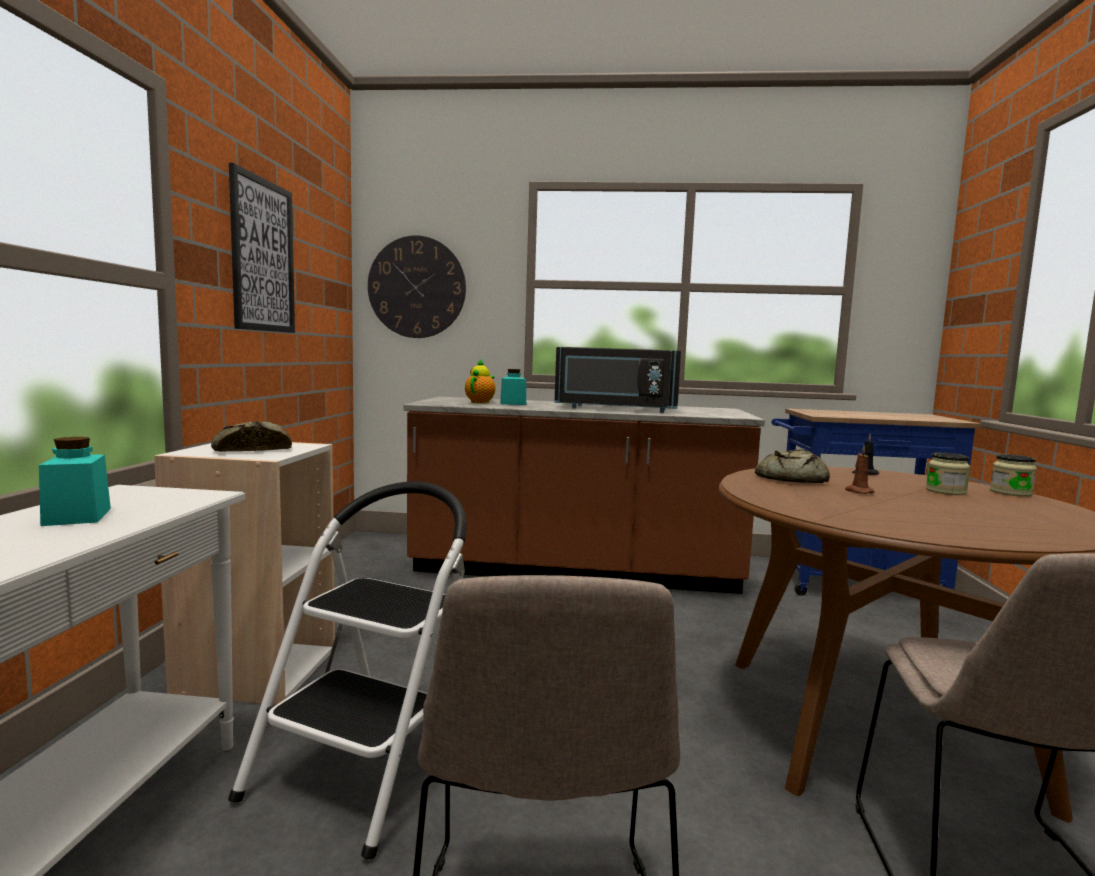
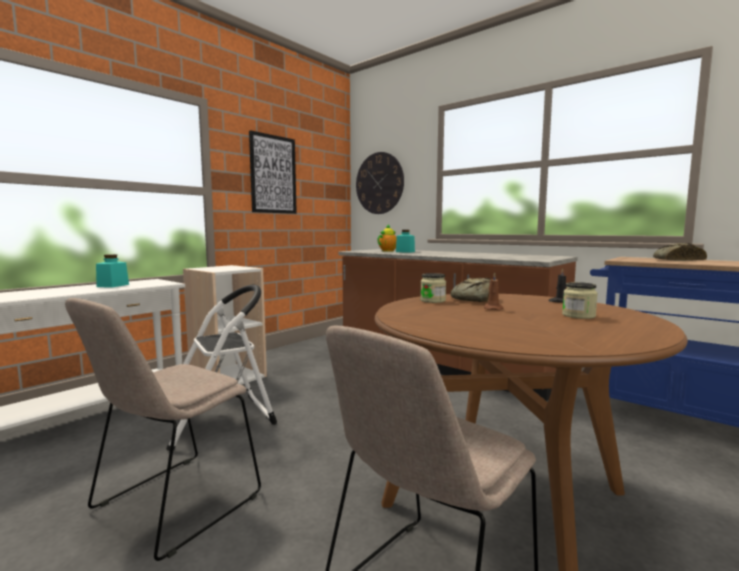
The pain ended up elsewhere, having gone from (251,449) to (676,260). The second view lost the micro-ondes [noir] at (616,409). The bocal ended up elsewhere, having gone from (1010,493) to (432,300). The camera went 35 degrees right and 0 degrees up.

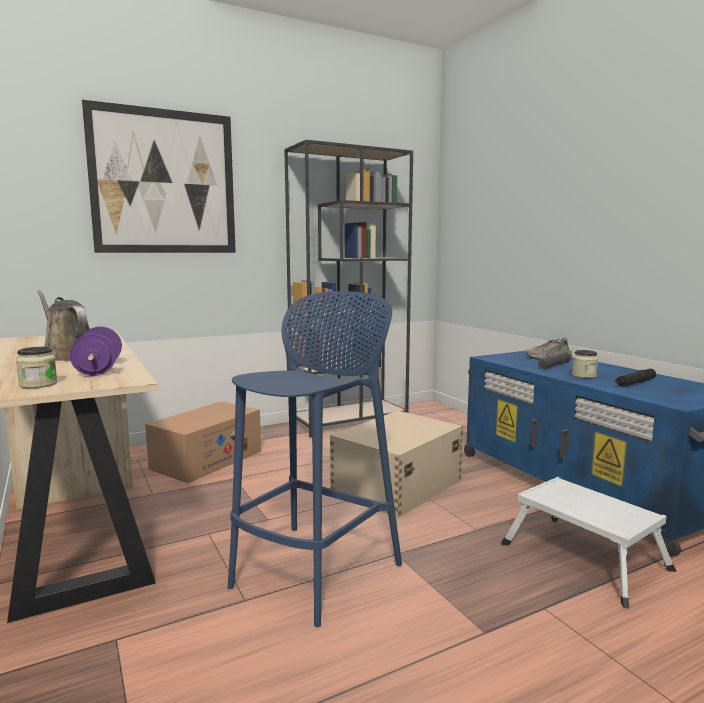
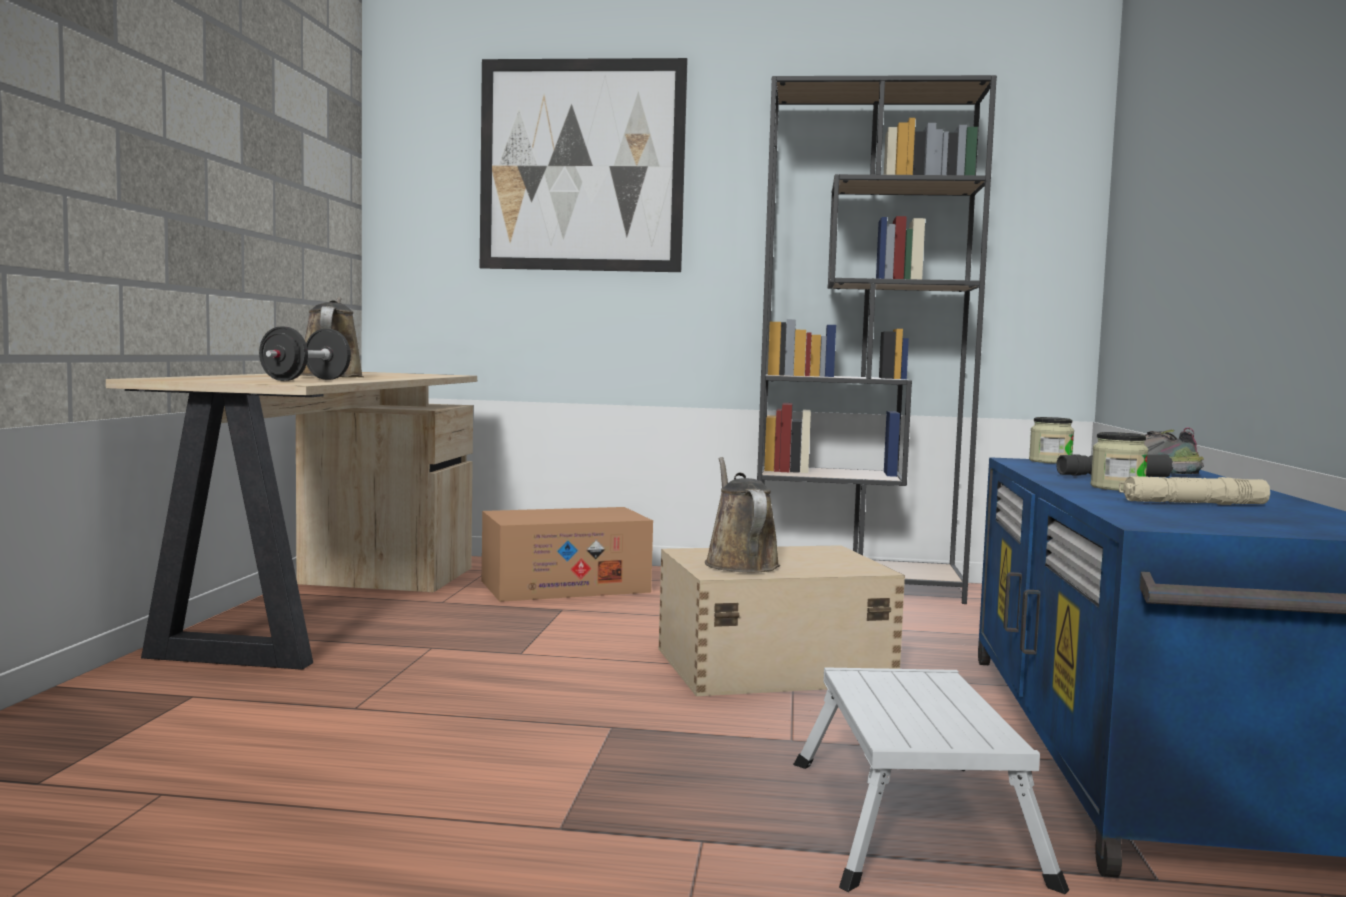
The bocal ended up elsewhere, having gone from (38,384) to (1050,461). What was the haltère [violet] at (98,369) turned into the haltère [noir] at (306,380). The second view lost the tabouret [bleu] at (314,571). What was the lampe de poche [noir] at (635,383) turned into the lampe de poche [beige] at (1192,503). The second view gained the arrosoir [marron] at (739,563). The camera went 35 degrees right and 5 degrees down.

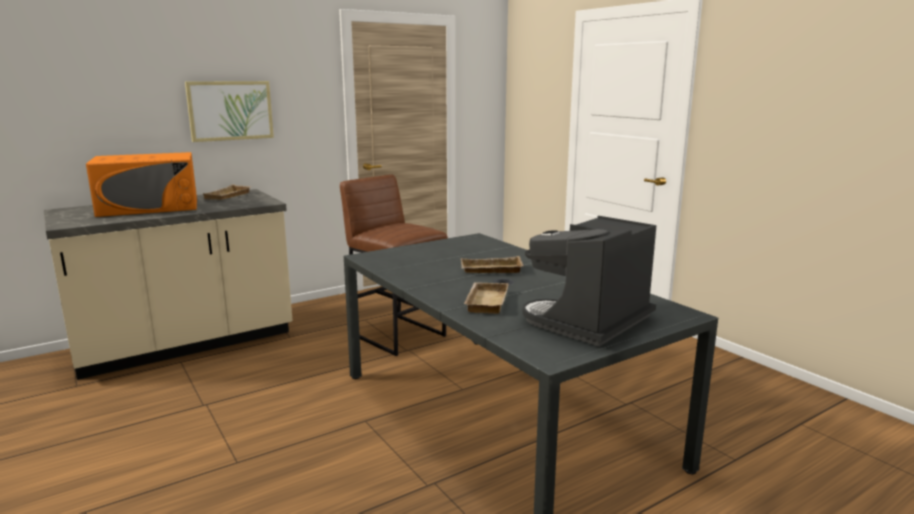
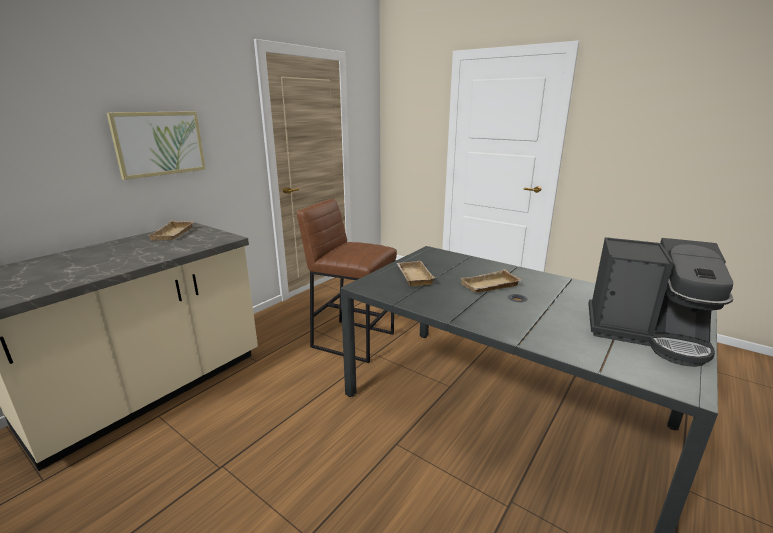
The second view lost the micro-ondes [orange] at (149,207). The plateau [beige] ended up elsewhere, having gone from (485,301) to (413,276). The machine à café at (589,322) ended up facing another way, 90 degrees counterclockwise from before. The camera went 20 degrees left and 5 degrees up.

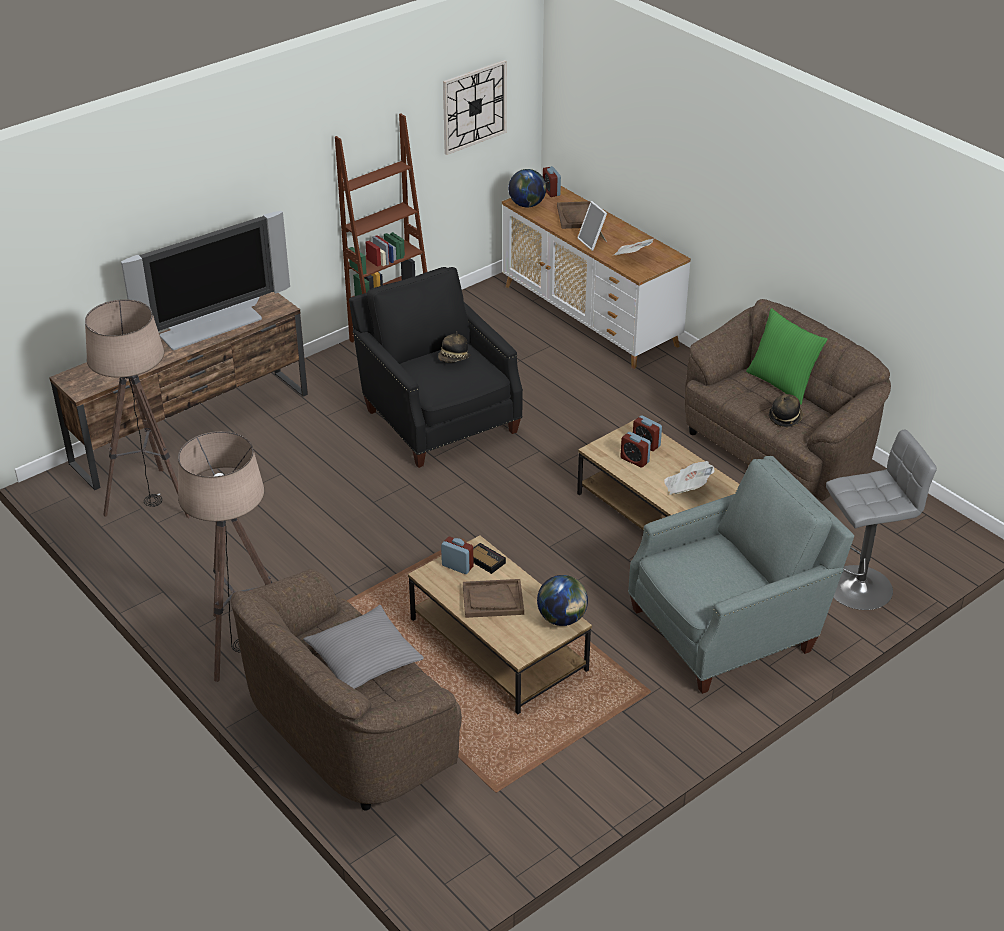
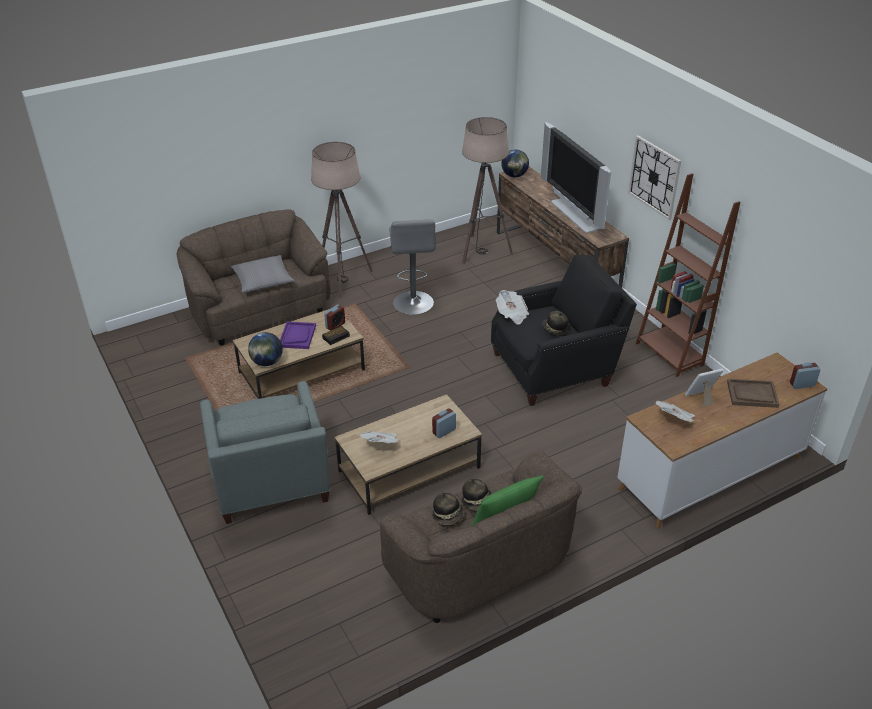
The horloge murale ended up elsewhere, having gone from (474,107) to (654,177). What was the plateau [marron] at (492,600) turned into the plateau [violet] at (297,336). The globe ended up elsewhere, having gone from (527,204) to (514,175). The second view lost the réveil at (634,460). The tabouret [gris] ended up elsewhere, having gone from (860,588) to (413,303). The second view gained the chapeau at (477,501). The second view gained the journal at (512,314). The camera went 100 degrees right and 0 degrees up.

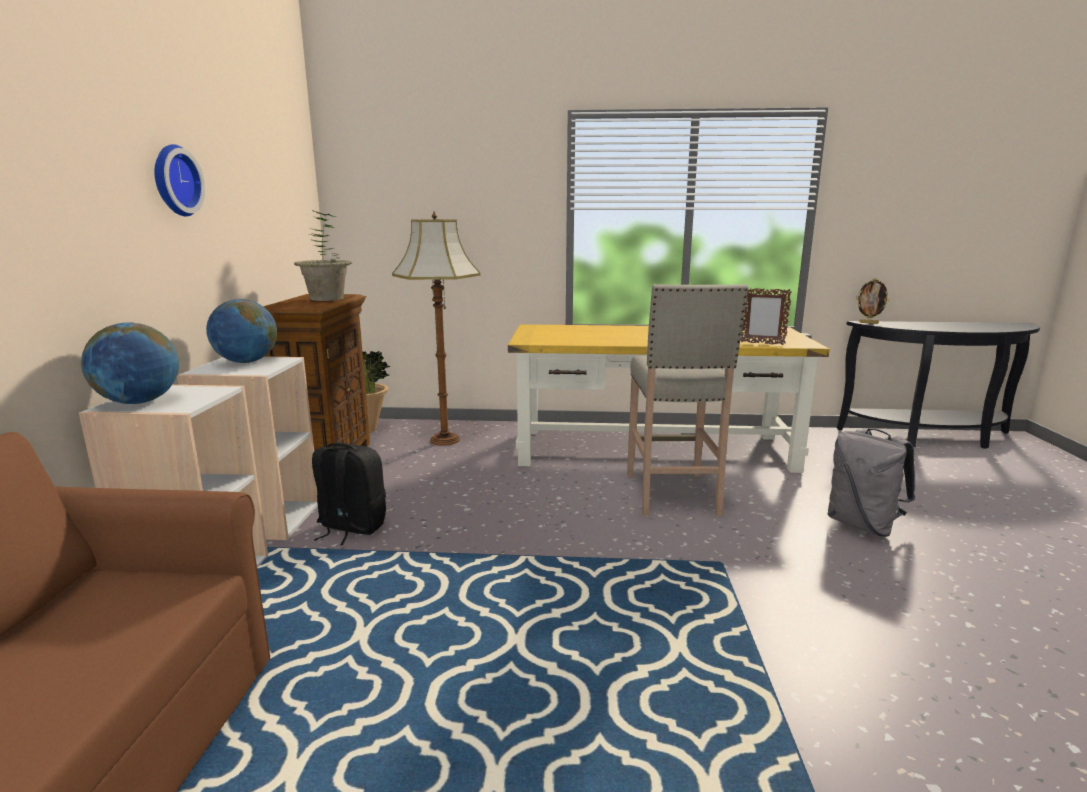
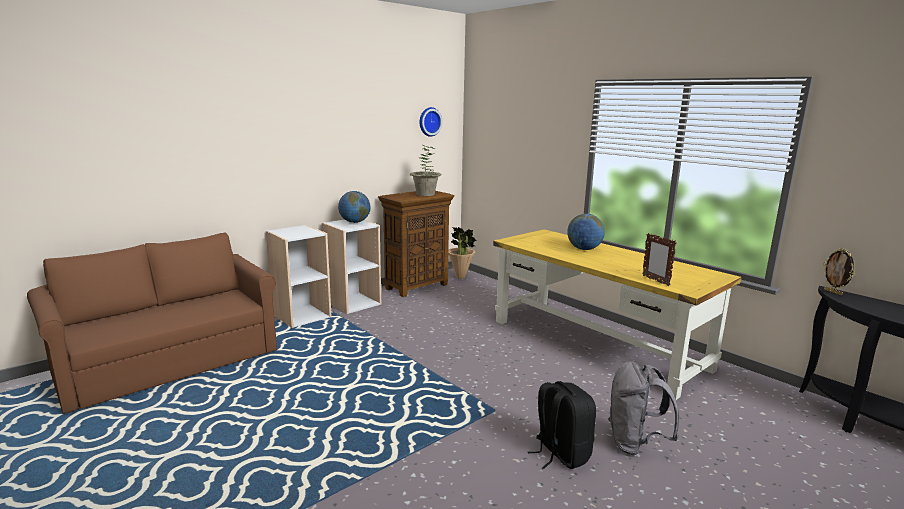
The globe ended up elsewhere, having gone from (139,402) to (584,249). The horloge murale ended up elsewhere, having gone from (173,181) to (429,121). The sac à dos [noir] ended up elsewhere, having gone from (350,528) to (560,453). The second view lost the lampadaire at (443,440). The second view lost the tabouret [beige] at (672,495). The camera went 45 degrees right and 0 degrees up.

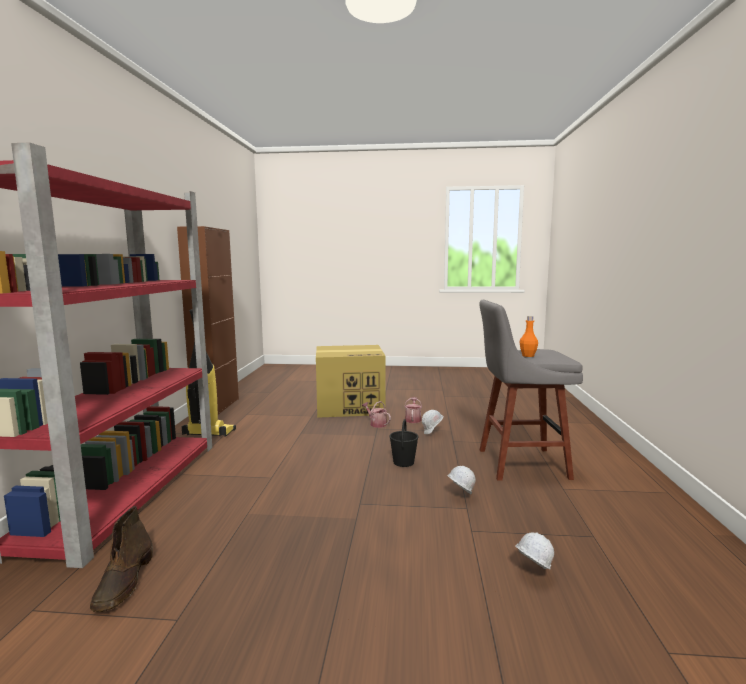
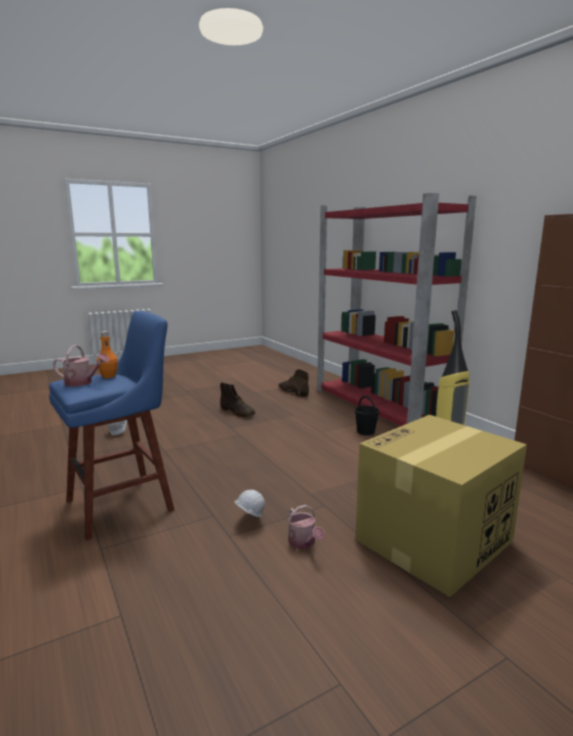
The arrosoir ended up elsewhere, having gone from (376,424) to (82,382). The seau [noir] ended up elsewhere, having gone from (403,462) to (366,432). The second view lost the casque de chantier [blanc] at (459,496). What was the tabouret [gris] at (520,464) turned into the tabouret [bleu] at (123,504). The second view gained the botte [marron] at (237,412). The camera went 145 degrees right and 5 degrees up.

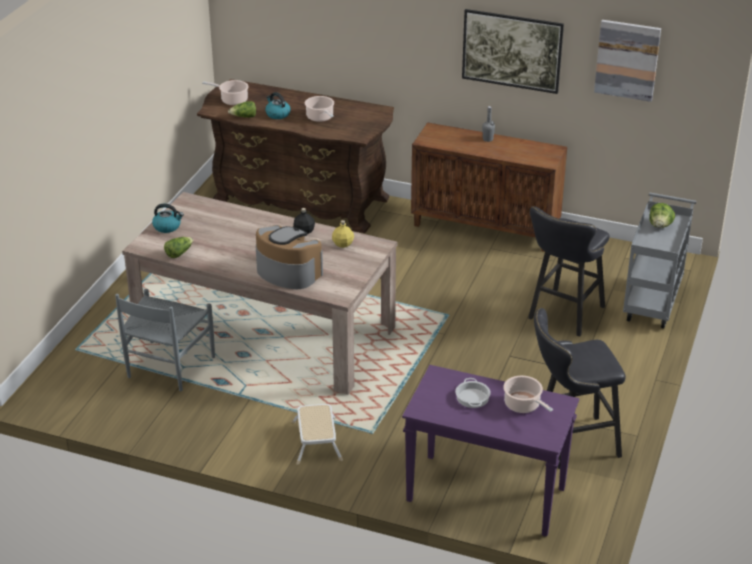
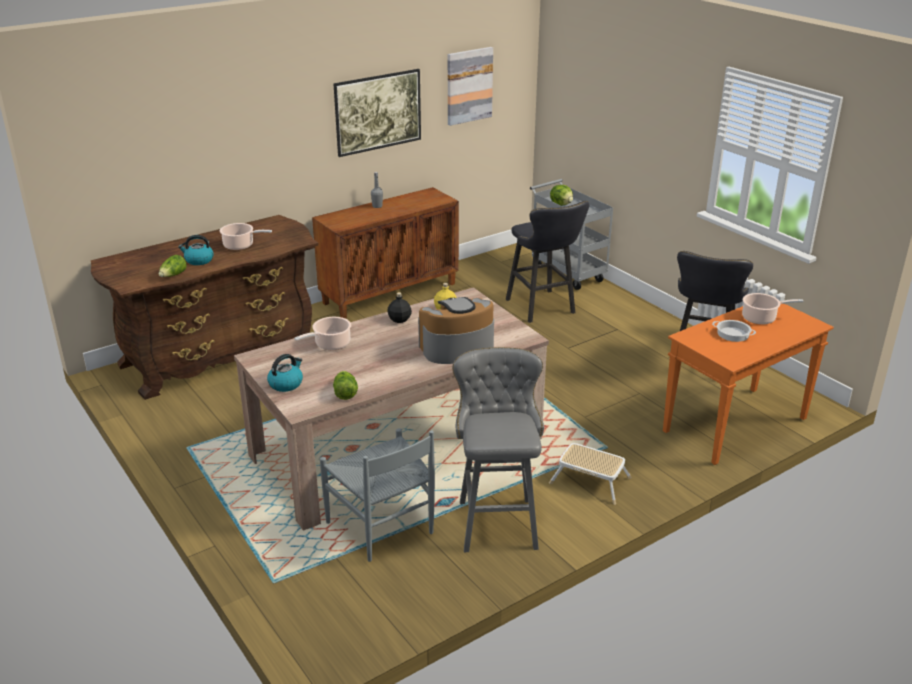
The marmite ended up elsewhere, having gone from (232,100) to (330,344). What was the table console [violet] at (484,495) turned into the table console [orange] at (734,426). The second view gained the tabouret [gris] at (497,516). The camera went 55 degrees left and 5 degrees down.

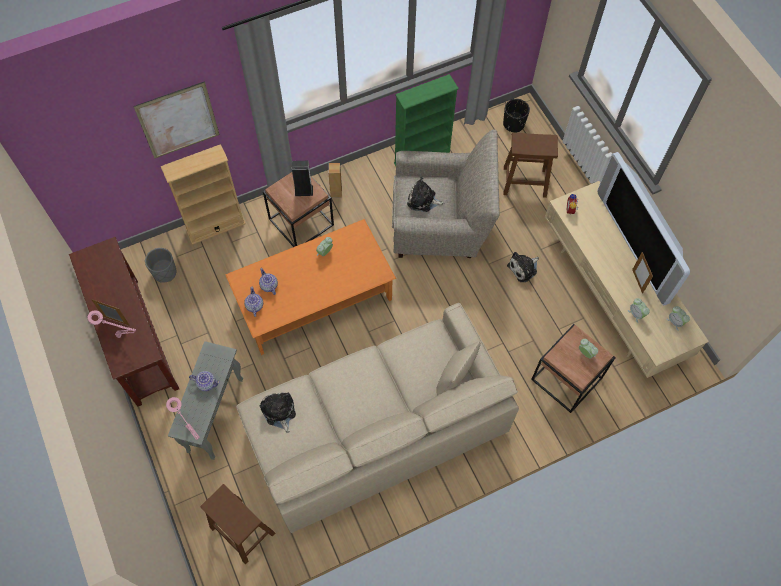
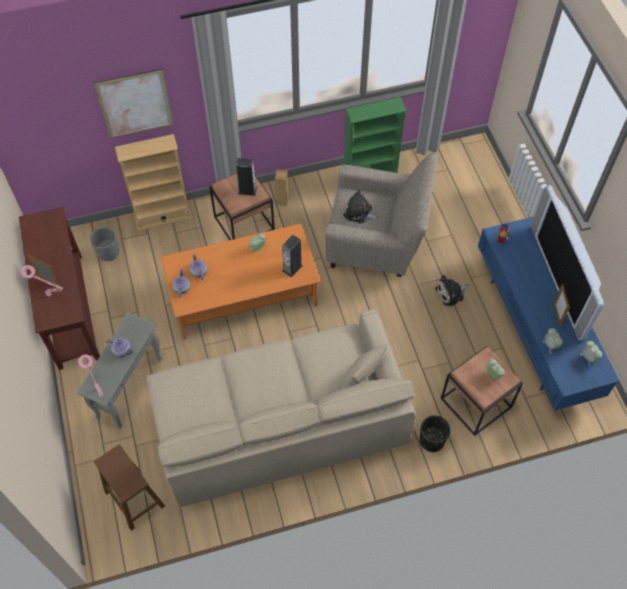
The second view lost the peluche at (279,412). The cache-pot [noir] ended up elsewhere, having gone from (513,124) to (432,440). The second view lost the tabouret [marron] at (525,182). What was the meuble télé [beige] at (613,294) turned into the meuble télé [bleu] at (536,329). The second view gained the enceinte at (292,268). The camera went 10 degrees right and 5 degrees down.

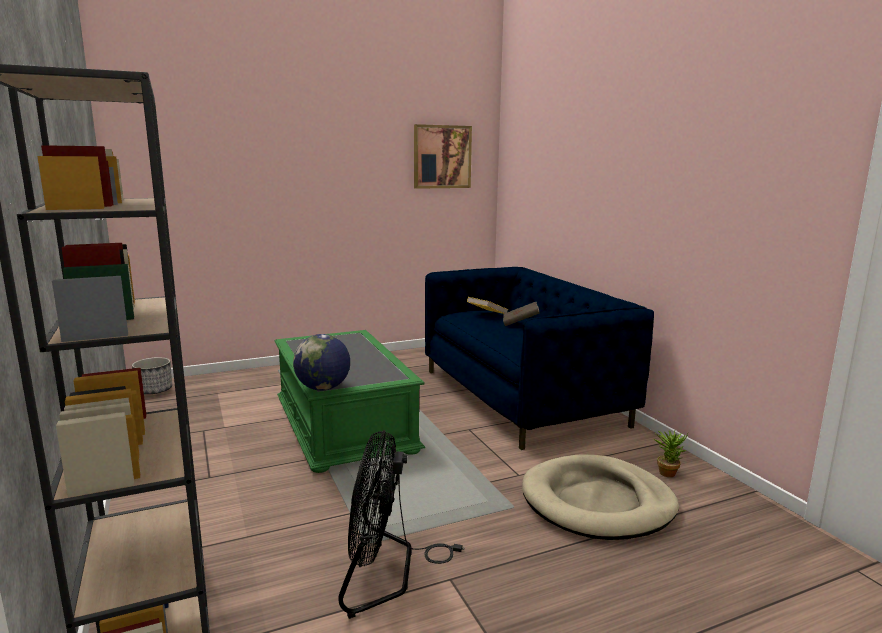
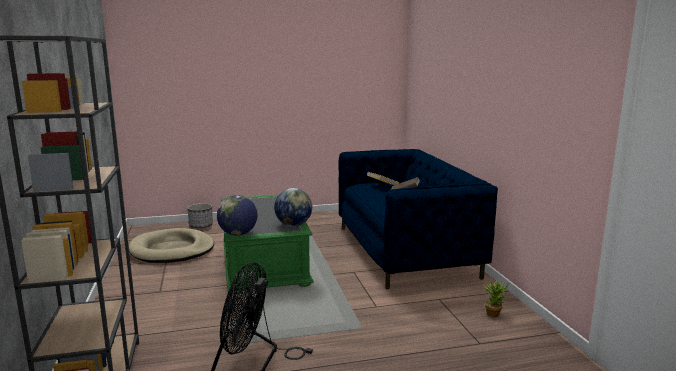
The cache-pot ended up elsewhere, having gone from (154,390) to (201,226). The second view lost the tableau at (442,157). The panier pour chien [beige] ended up elsewhere, having gone from (597,502) to (172,250). The second view gained the globe at (293,225). The camera went 10 degrees right and 0 degrees up.

